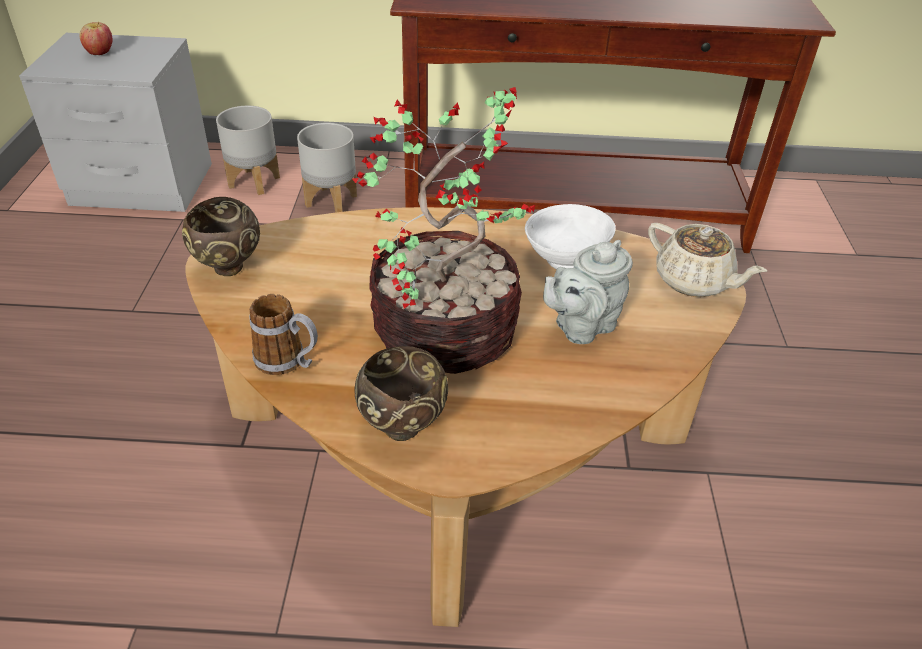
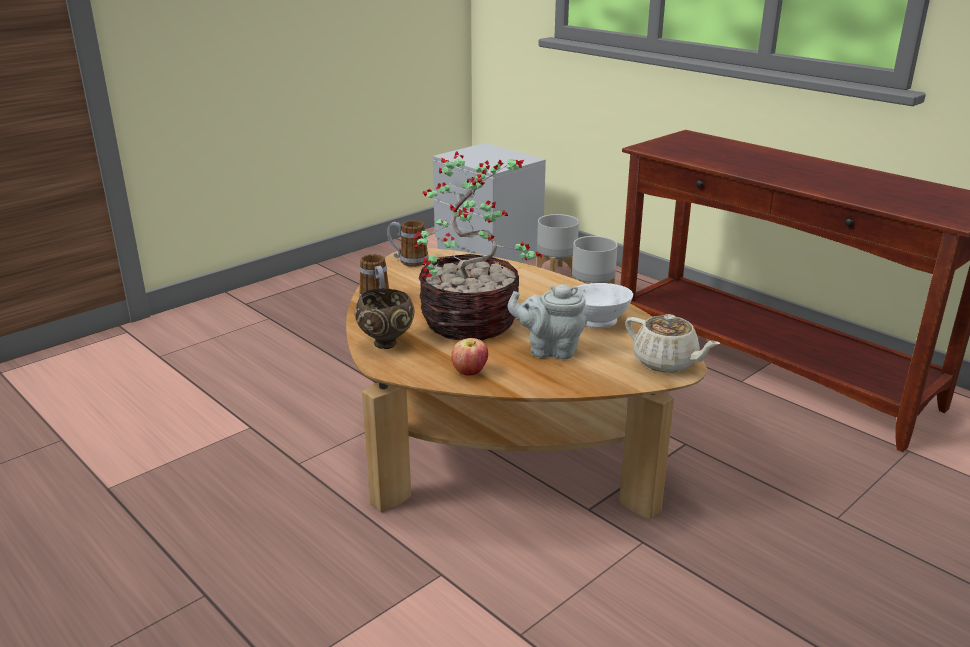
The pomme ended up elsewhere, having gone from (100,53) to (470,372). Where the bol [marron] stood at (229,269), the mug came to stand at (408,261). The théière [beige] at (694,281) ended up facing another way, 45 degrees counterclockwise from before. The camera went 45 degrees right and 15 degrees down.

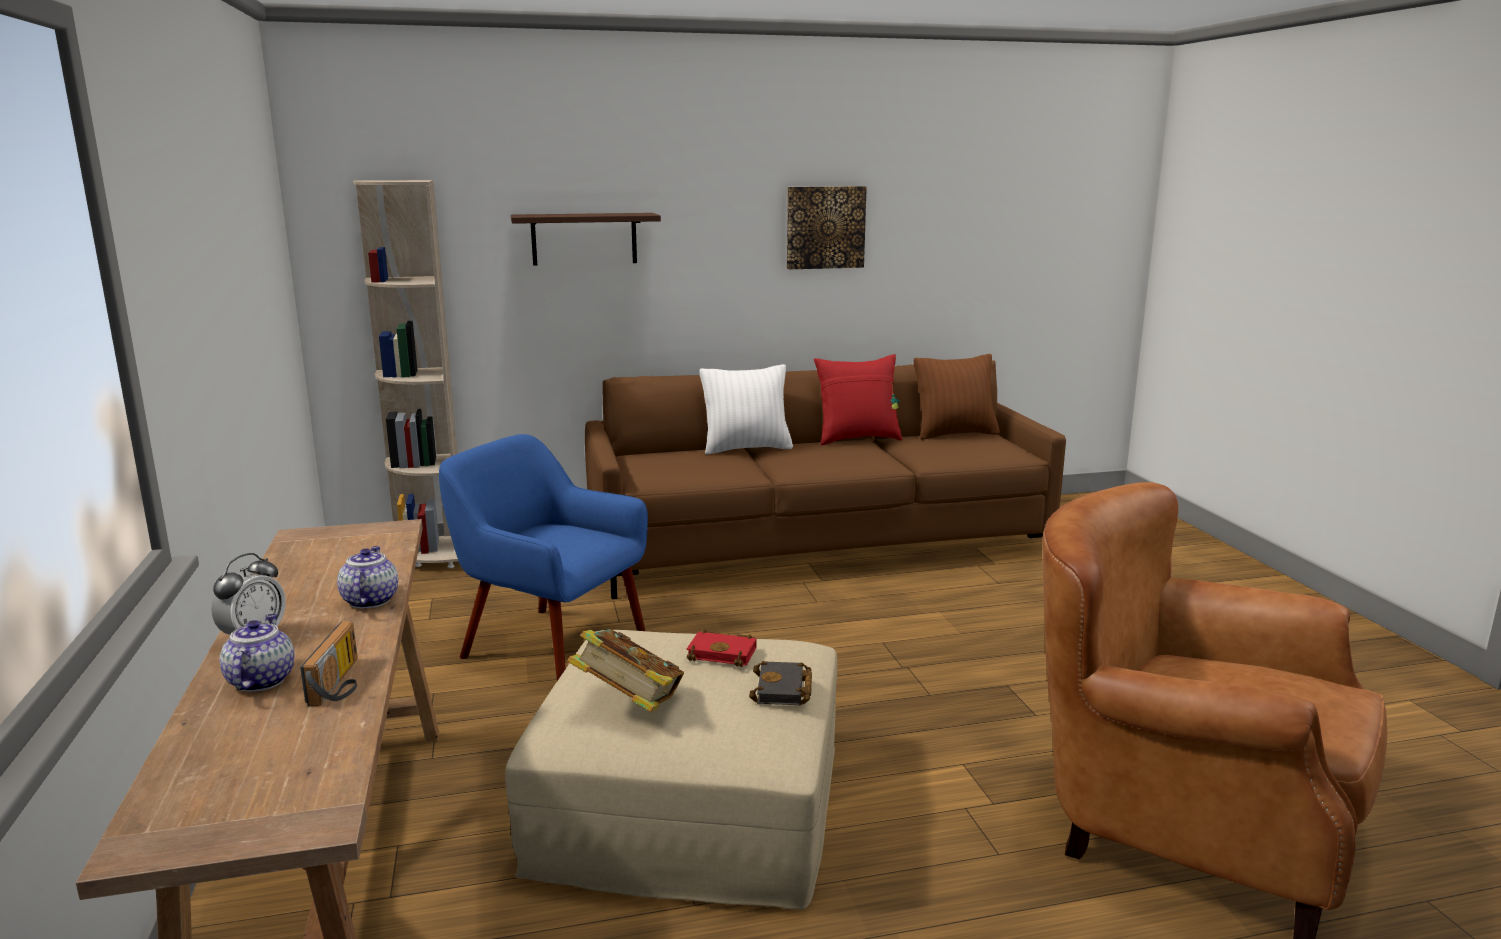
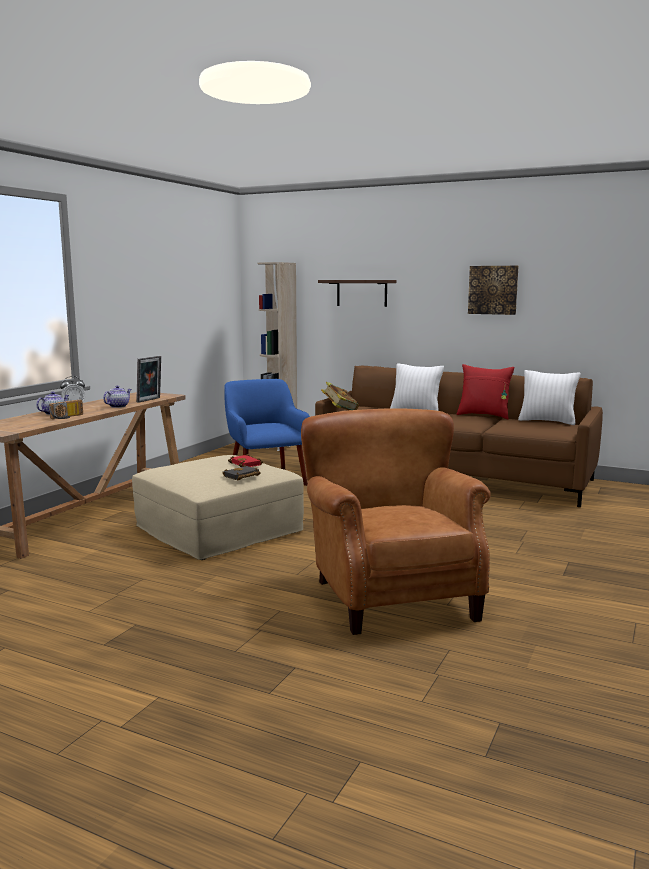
The livre ended up elsewhere, having gone from (629,705) to (339,411). What was the coussin [marron] at (955,434) turned into the coussin [blanc] at (547,421). The second view gained the cadre photo at (150,400). The camera went 40 degrees right and 5 degrees down.

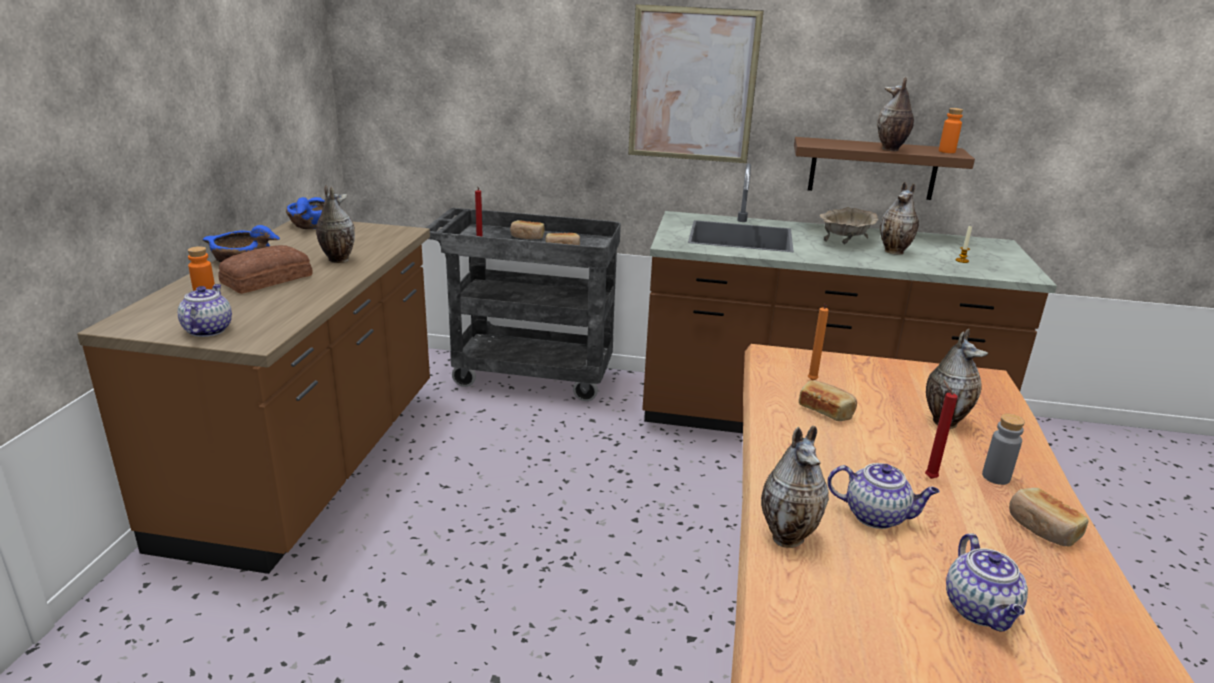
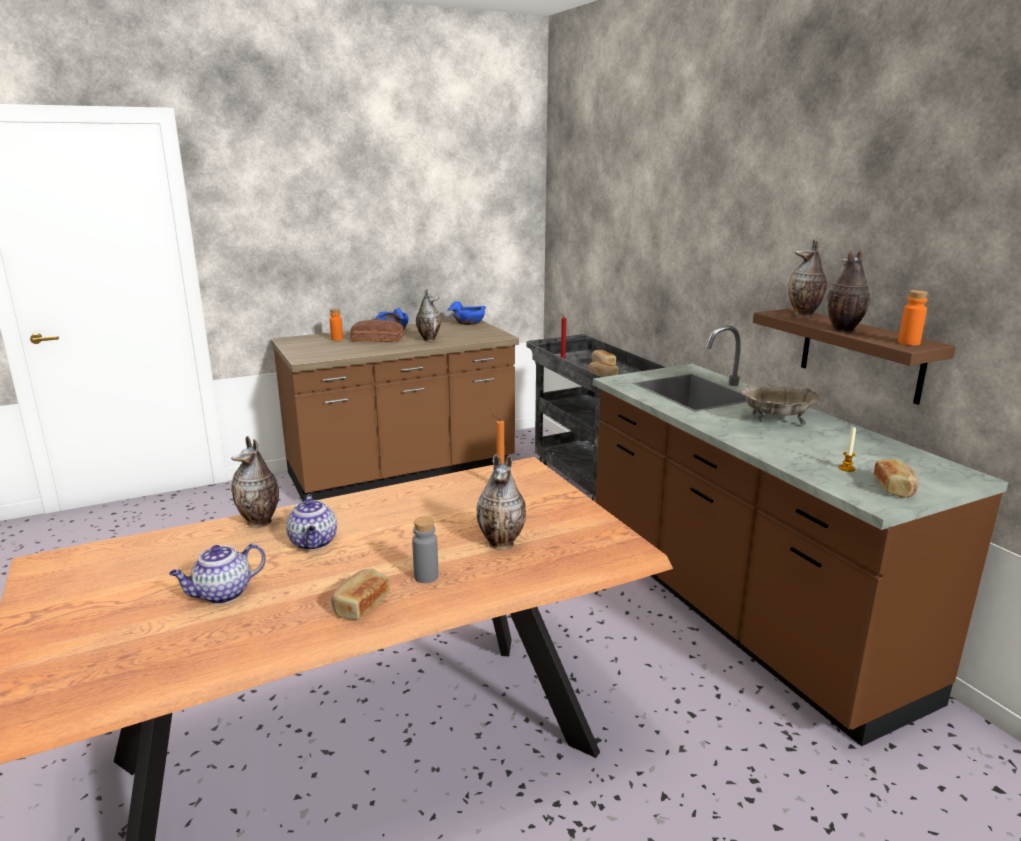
The second view lost the théière at (208,330). The second view lost the tableau at (692,85). The pain ended up elsewhere, having gone from (826,411) to (894,488). The vase ended up elsewhere, having gone from (895,251) to (804,314). The second view lost the bougie [rouge] at (928,477). The camera went 55 degrees right and 5 degrees down.

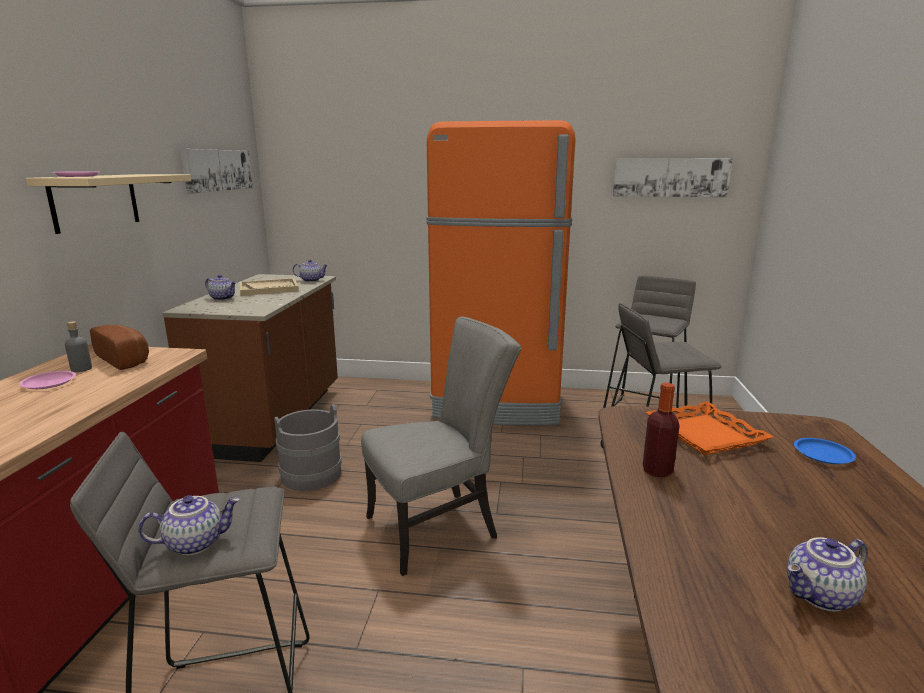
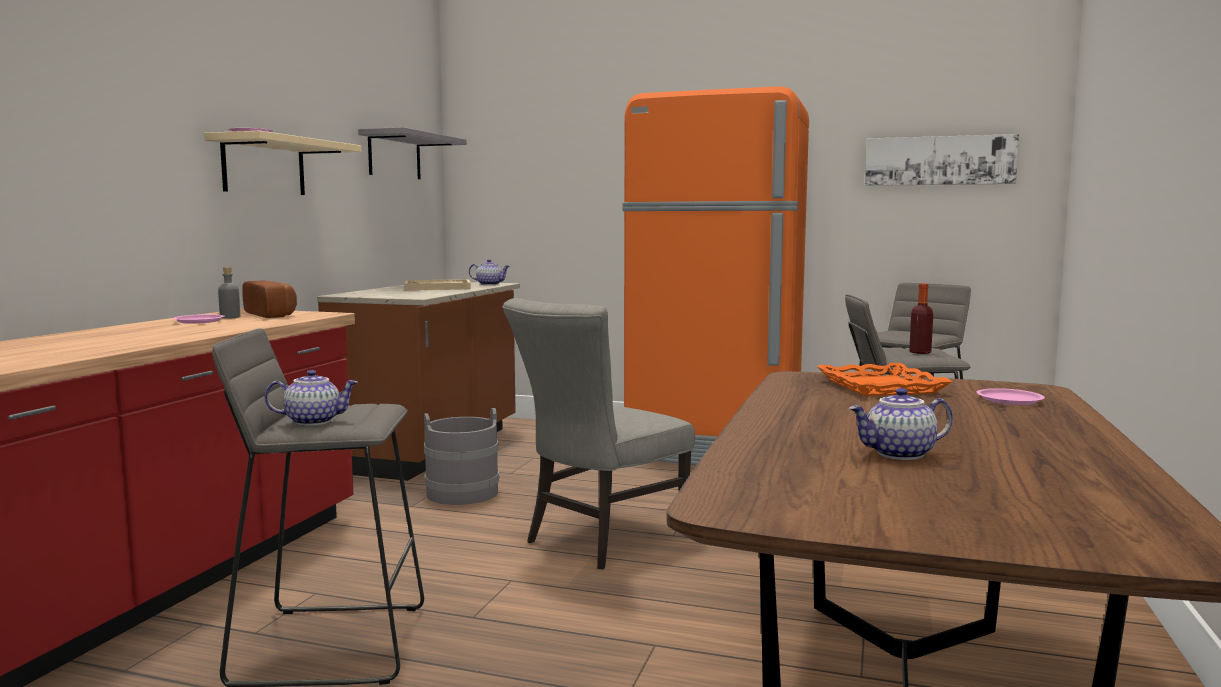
Where the tableau hung at (217,170), the étagère [gris] came to hang at (394,156). The second view lost the théière at (223,298). The chaise [gris] at (439,526) ended up facing another way, 150 degrees clockwise from before. The bouteille ended up elsewhere, having gone from (657,471) to (920,352). What was the assiette [bleu] at (823,454) turned into the assiette [rose] at (1010,400). The camera went 10 degrees right and 10 degrees down.

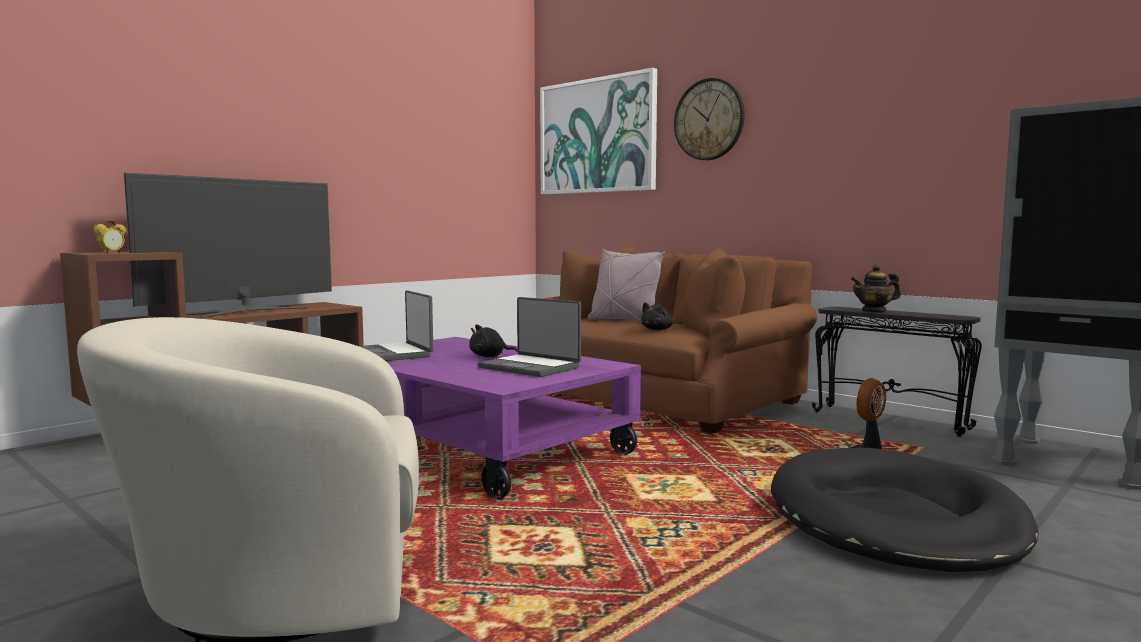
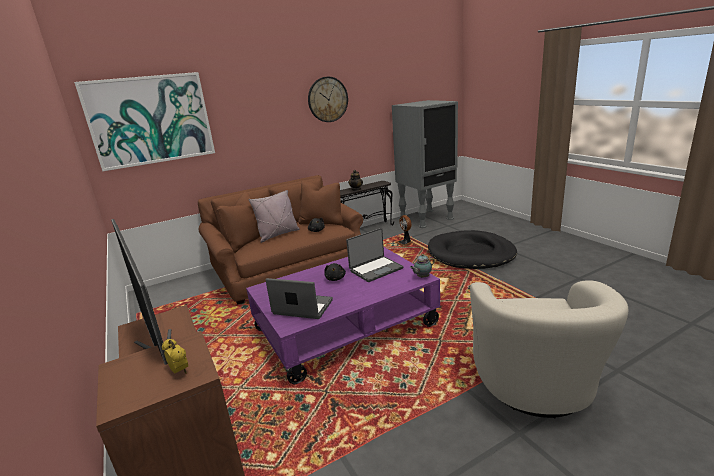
The ordinateur portable at (395,354) ended up facing another way, 150 degrees counterclockwise from before. The horloge murale ended up elsewhere, having gone from (709,119) to (327,99). The second view gained the théière at (422,277). The camera went 70 degrees left and 15 degrees up.

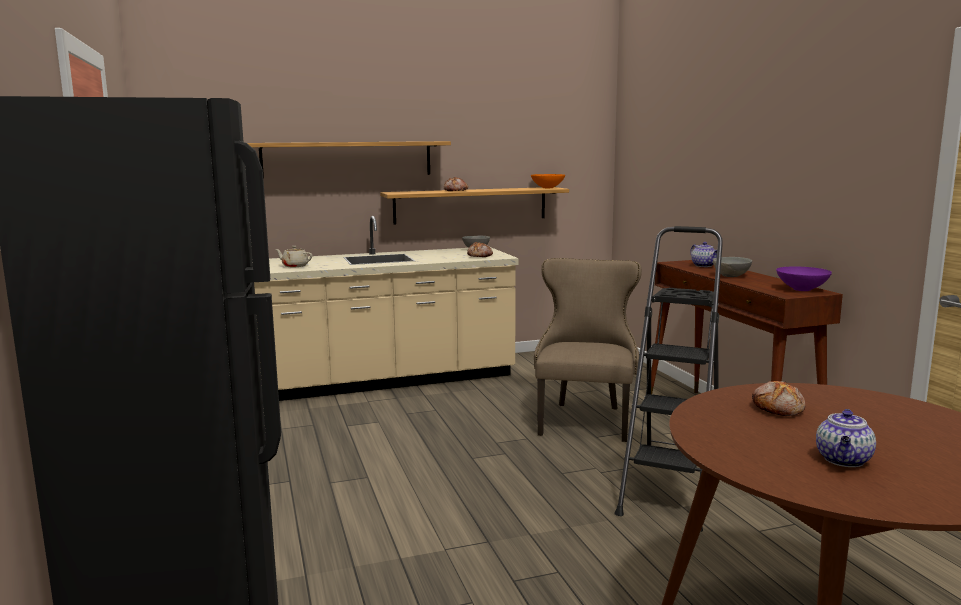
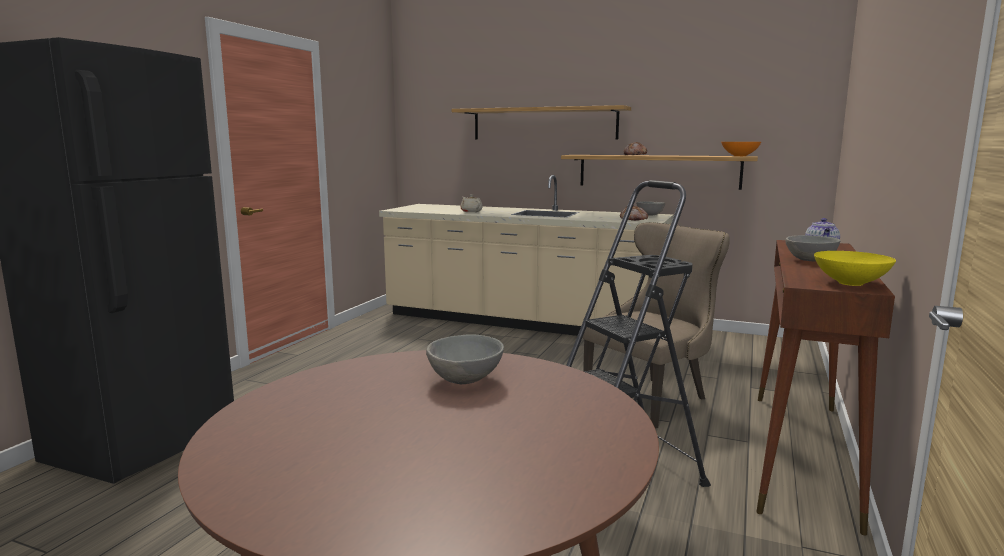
Where the pain stood at (778,408), the bol [gris] came to stand at (466,380). What was the bol [violet] at (801,289) turned into the bol [jaune] at (849,283). The second view lost the théière at (844,460). The camera went 40 degrees right and 0 degrees up.

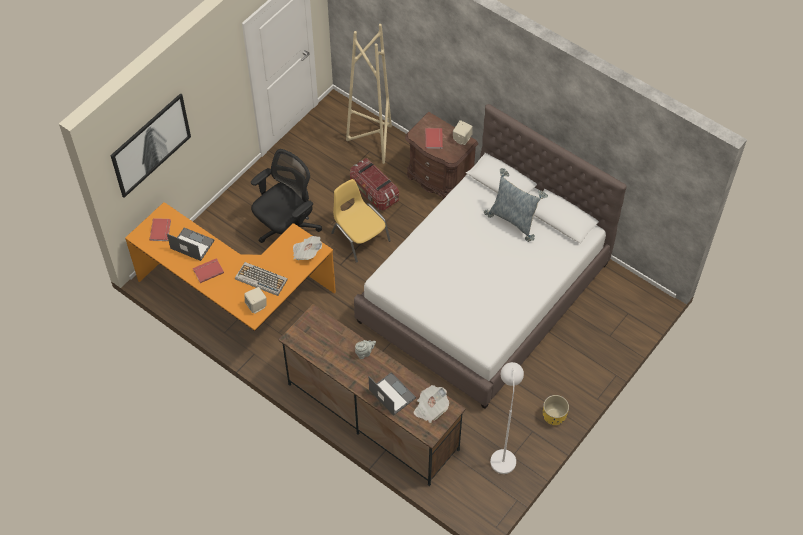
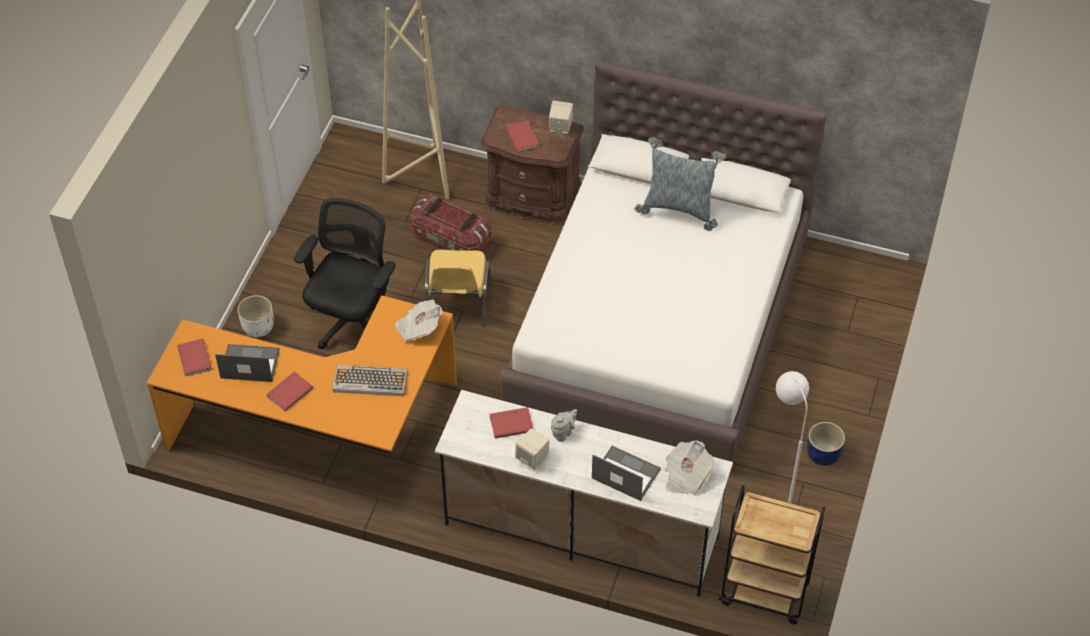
The second view lost the tableau at (151,145). The enceinte [beige] ended up elsewhere, having gone from (256,306) to (532,458). What was the commode [marron] at (371,417) turned into the commode [blanc] at (580,531). The chaise [jaune] at (359,236) ended up facing another way, 120 degrees counterclockwise from before. What was the cache-pot [jaune] at (554,416) turned into the cache-pot [bleu] at (823,454). The second view gained the cache-pot [blanc] at (258,327). The second view gained the livre [rouge] at (511,423). The second view gained the chariot [marron] at (762,599). The camera went 20 degrees left and 5 degrees down.

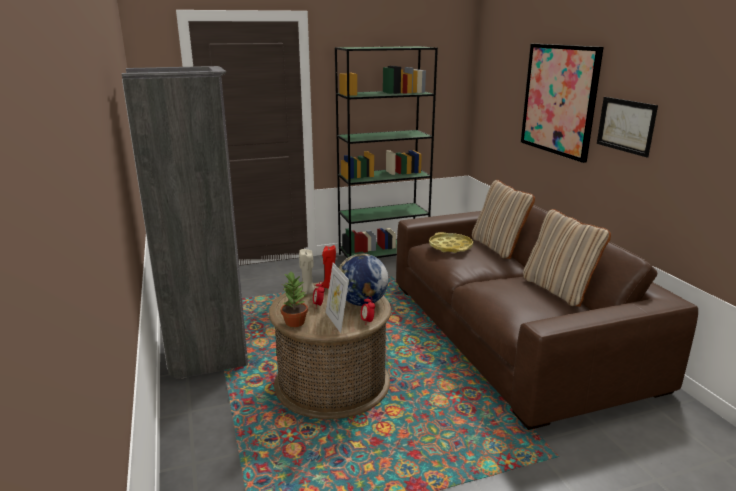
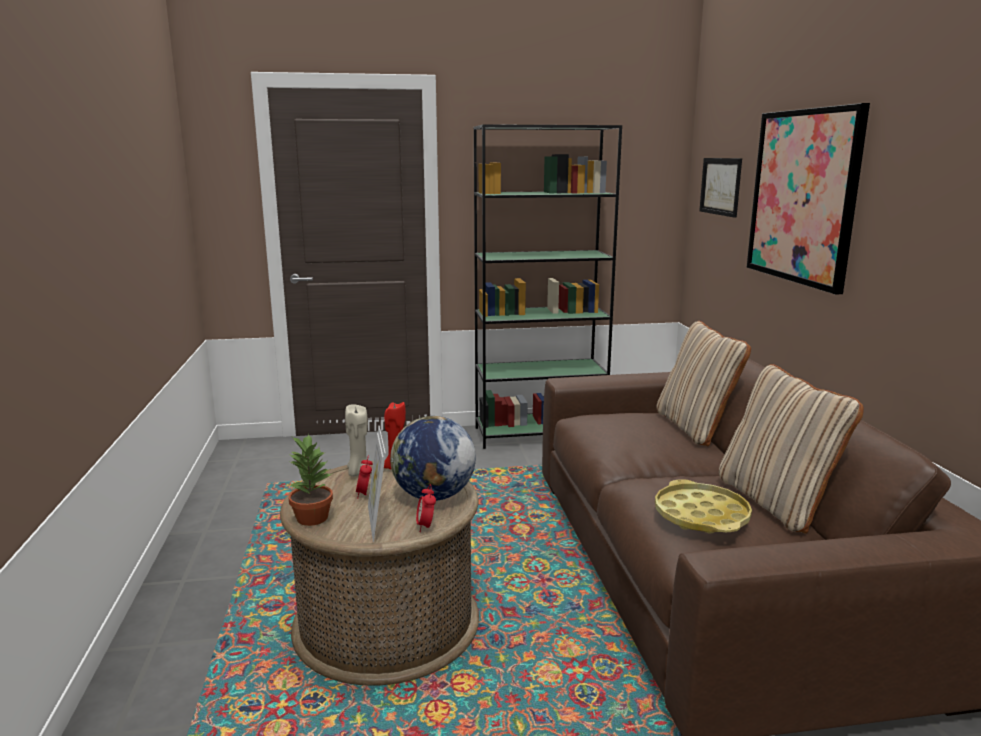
The second view lost the meuble de rangement [gris] at (208,356). The plateau [jaune] ended up elsewhere, having gone from (450,247) to (701,516). The tableau ended up elsewhere, having gone from (626,125) to (720,186). The camera went 10 degrees right and 5 degrees down.

